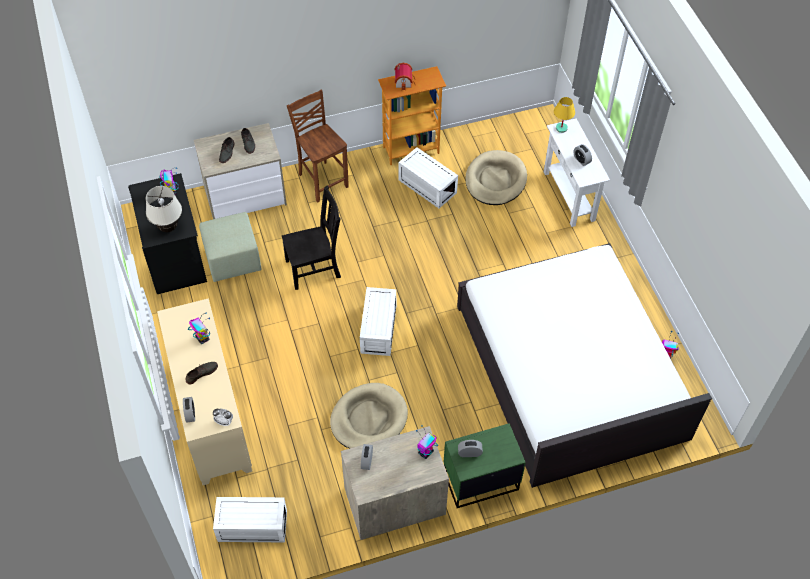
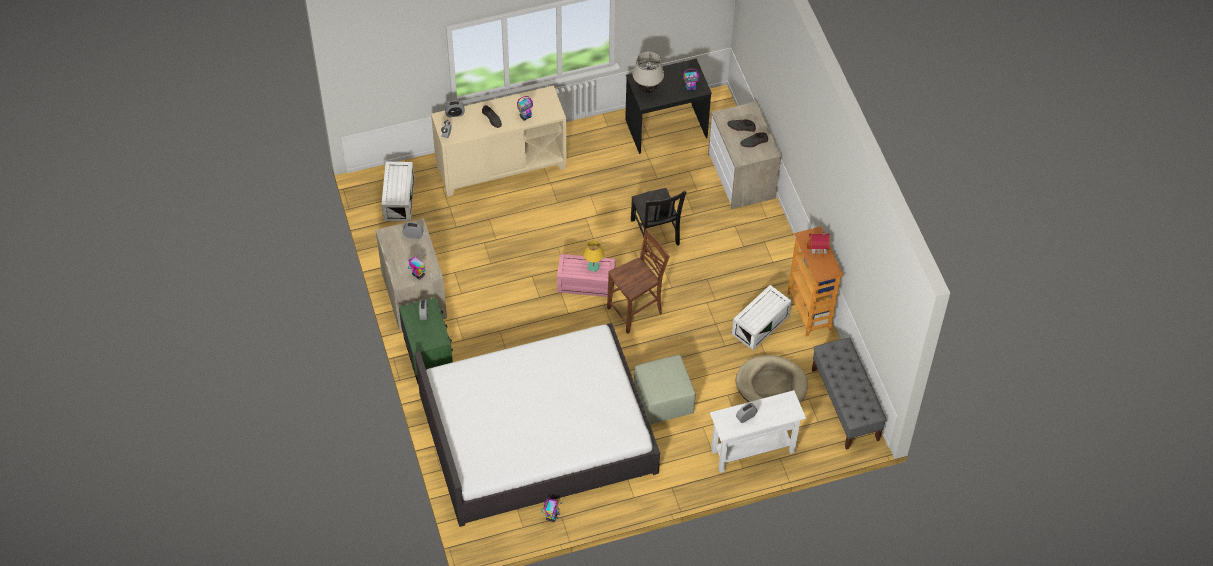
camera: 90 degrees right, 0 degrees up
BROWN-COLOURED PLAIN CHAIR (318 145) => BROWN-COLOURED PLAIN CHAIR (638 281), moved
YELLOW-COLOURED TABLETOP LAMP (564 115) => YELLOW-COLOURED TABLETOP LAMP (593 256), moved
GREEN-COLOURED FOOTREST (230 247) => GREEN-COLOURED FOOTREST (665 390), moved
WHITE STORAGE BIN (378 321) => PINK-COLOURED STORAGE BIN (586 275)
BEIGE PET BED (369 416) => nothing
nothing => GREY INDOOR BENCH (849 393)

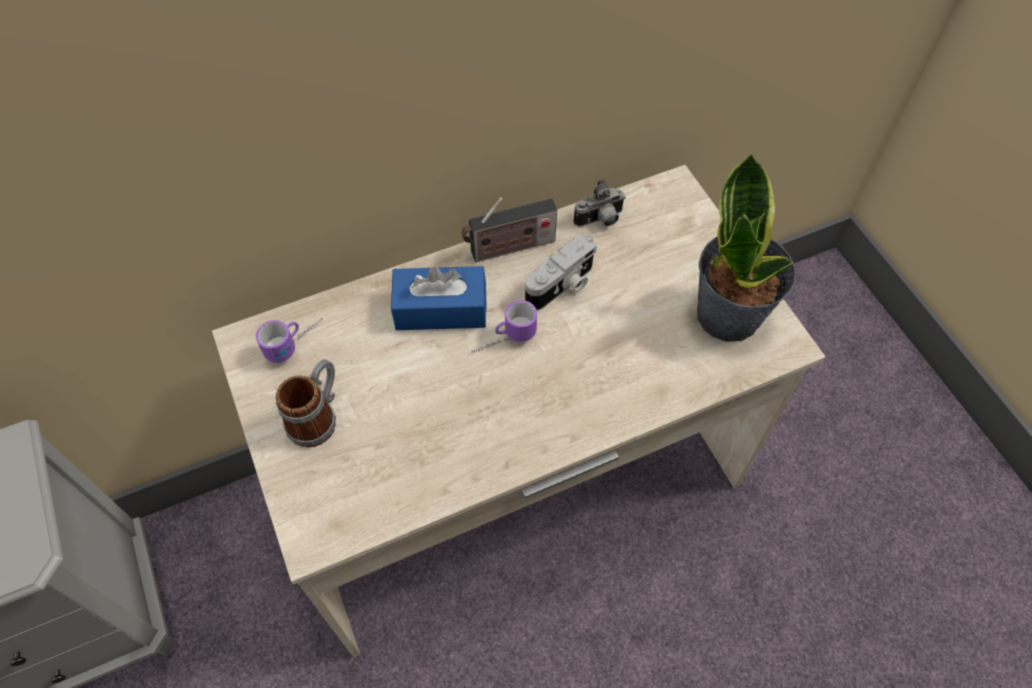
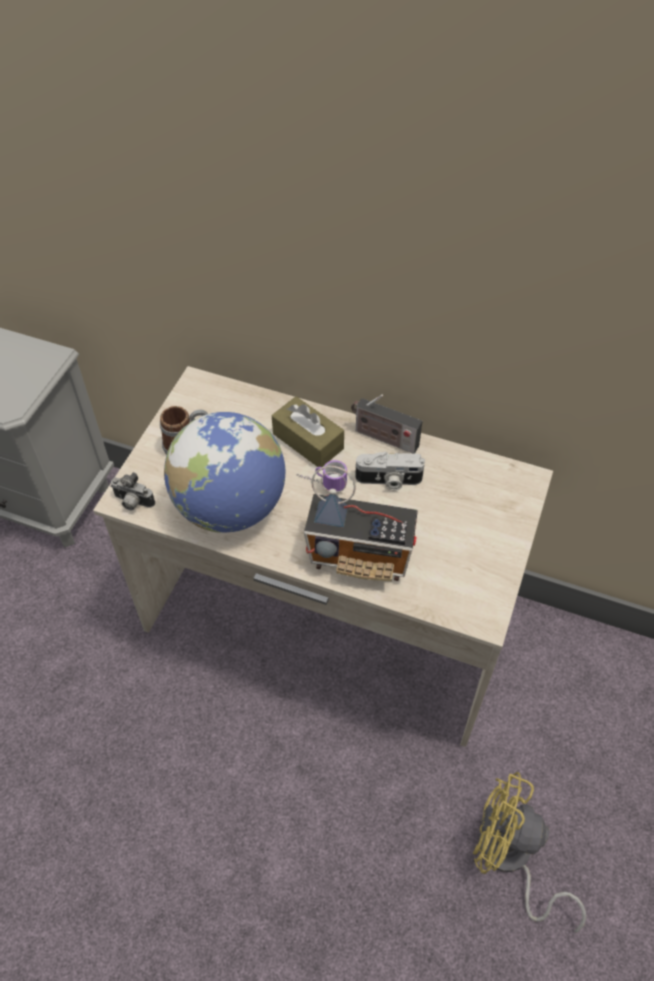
camera: 45 degrees right, 5 degrees down
HOUSEPLANT (746 247) => nothing
PHOTO CAMERA (599 203) => PHOTO CAMERA (132 491), moved
BLUISH TISSUE BOX (439 298) => BROWN-COLOURED TISSUE BOX (308 431)
COFFEE MUG (289 340) => nothing
nothing => WORLD GLOBE (224 472)
nothing => RADIO (361 523)
nothing => YELLOW-COLOURED FAN (529 852)

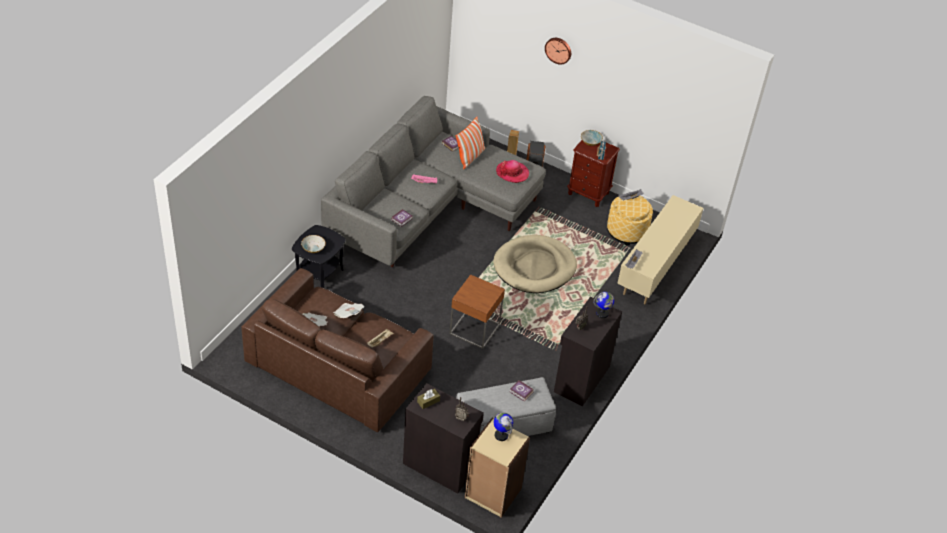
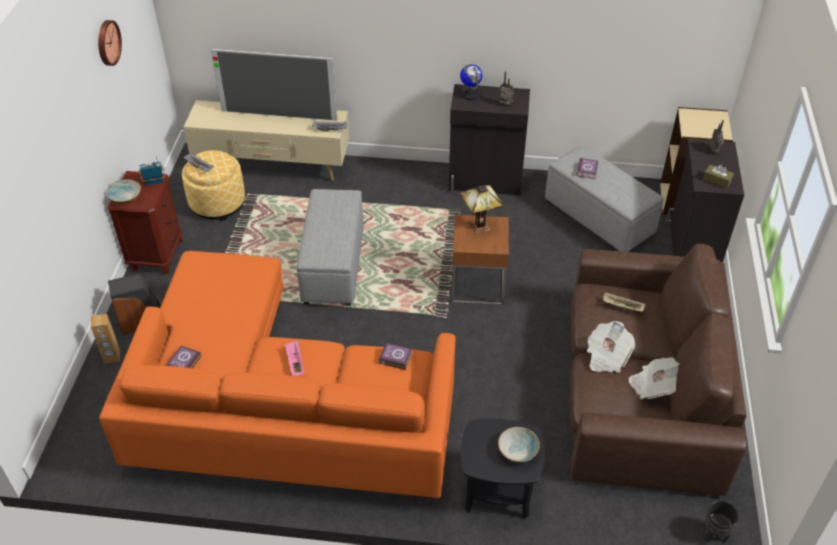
camera: 110 degrees left, 0 degrees up
CLOCK ON THE WALL (558 51) => CLOCK ON THE WALL (110 43), moved
GREY COUCH (433 181) => ORANGE COUCH (277 374)
PILLOW (470 143) => nothing
WEARABLE HAT (512 171) => nothing
BEIGE PET BED (535 264) => GREY FOOTREST (330 247)
WORLD GLOBE (503 427) => nothing
nothing => TV (274 85)
nothing => TABLETOP LAMP (481 209)
nothing => BLACK PLANTER (721 521)

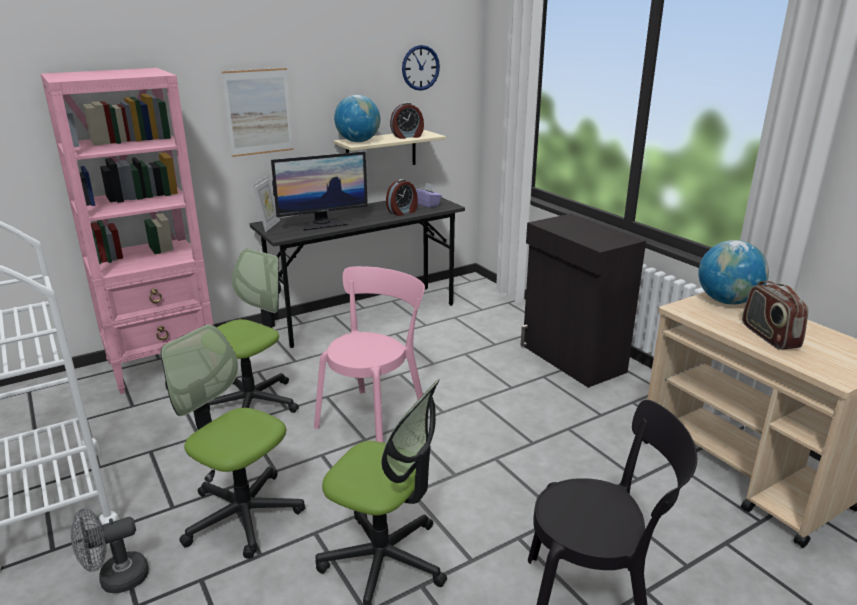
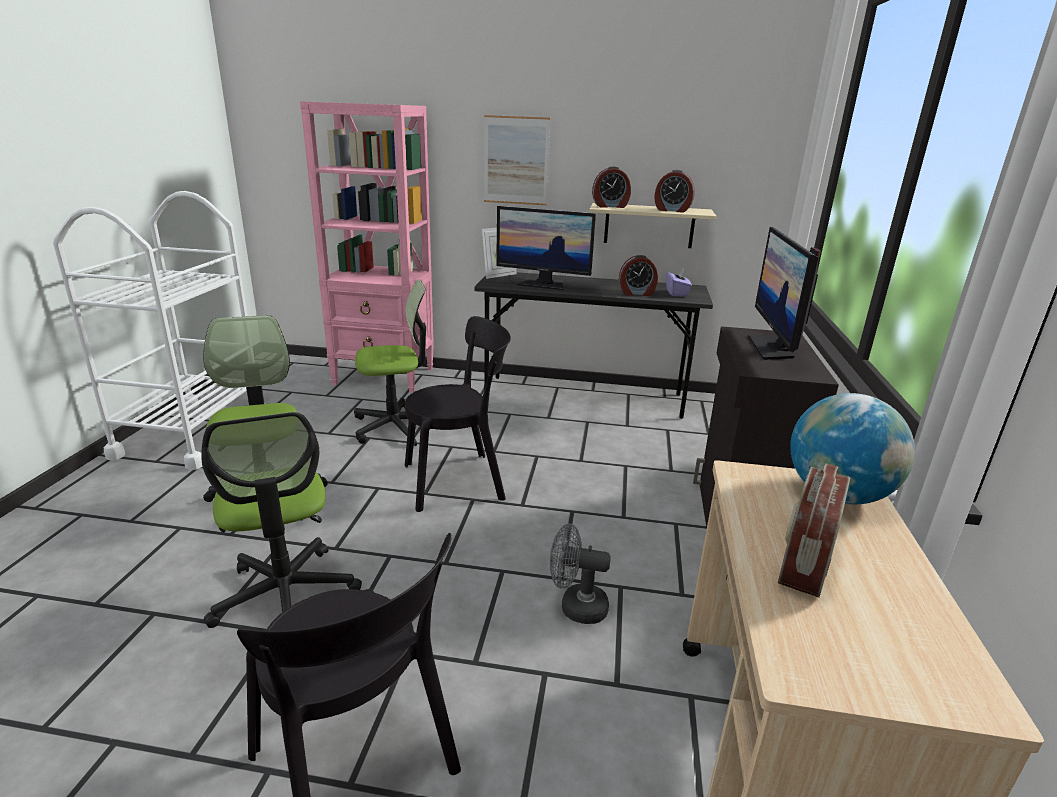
camera: 40 degrees right, 0 degrees up
CLOCK ON THE WALL (421 68) => nothing
WORLD GLOBE (357 118) => ALARM CLOCK (611 187)
PINK-COLOURED PLAIN CHAIR (369 354) => BLACK PLAIN CHAIR (458 414)
GREY FAN (110 550) => GREY FAN (580 574), moved
nothing => COMPUTER DISPLAY (784 293)

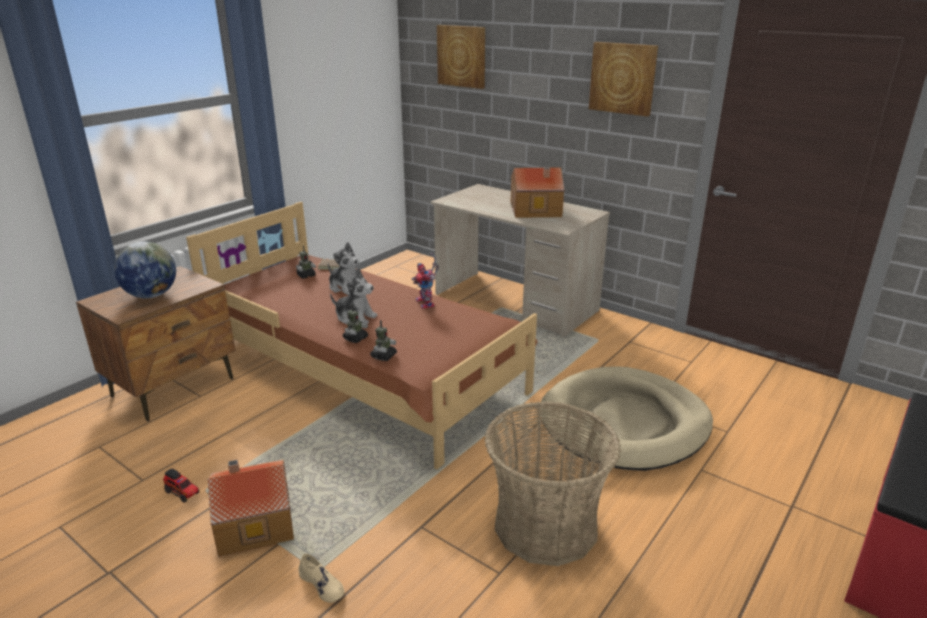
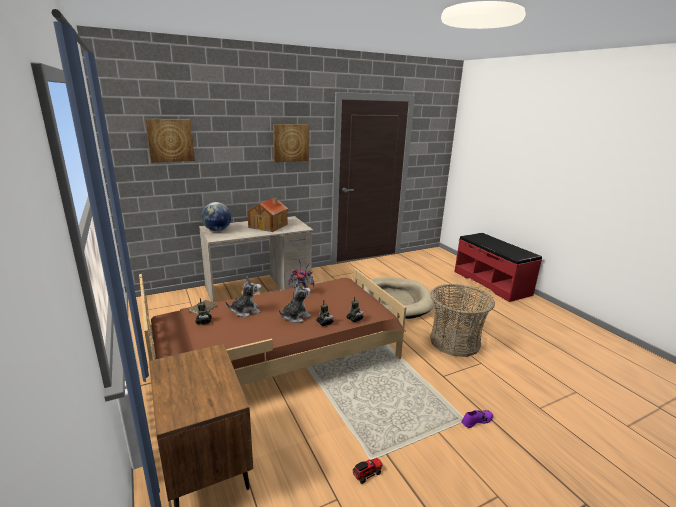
camera: 65 degrees left, 5 degrees down
WORLD GLOBE (145 269) => WORLD GLOBE (216 216), moved
MINIATURE HOUSE (251 508) => nothing
BEIGE ITEM OF FOOTWEAR (322 578) => PURPLE ITEM OF FOOTWEAR (477 419)

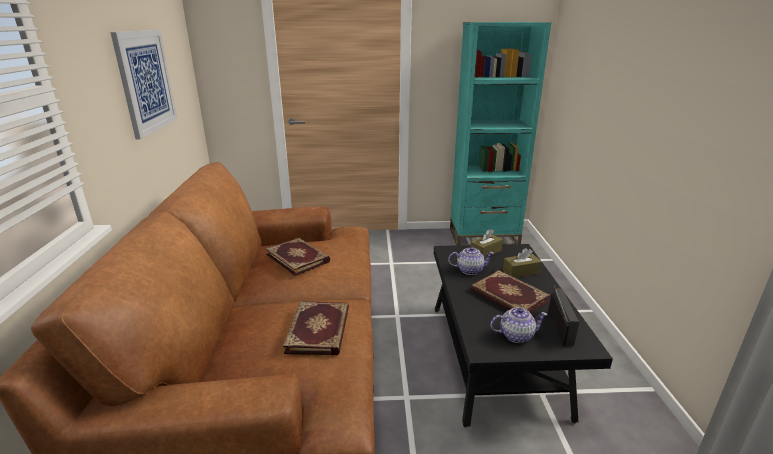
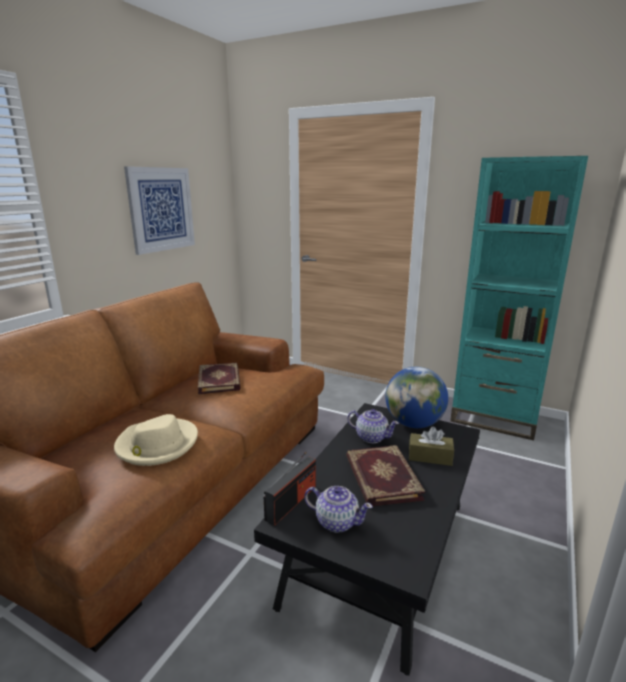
camera: 30 degrees right, 5 degrees down
BROWN-COLOURED TISSUE BOX (486 243) => WORLD GLOBE (416 397)
RADIO (563 315) => RADIO (290 489), moved
VOLUME (316 328) => BEIGE WEARABLE HAT (156 440)

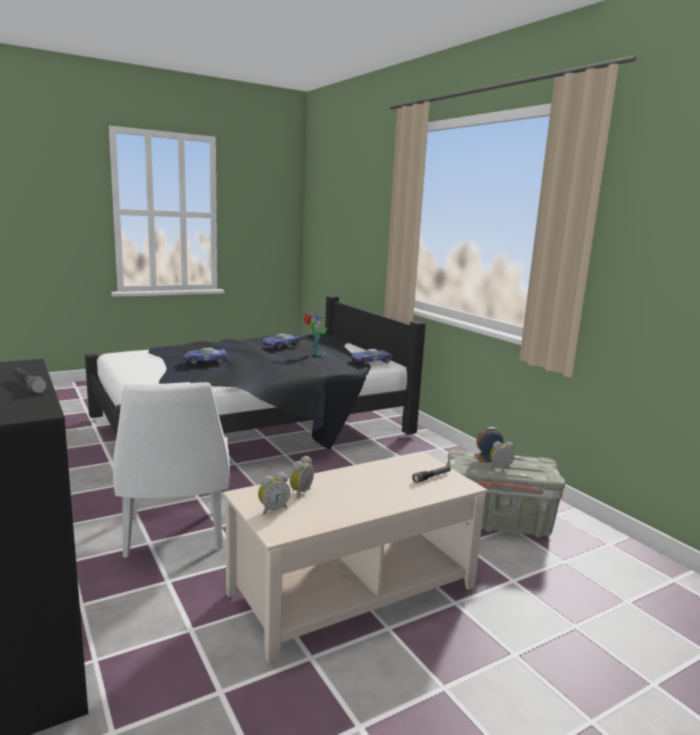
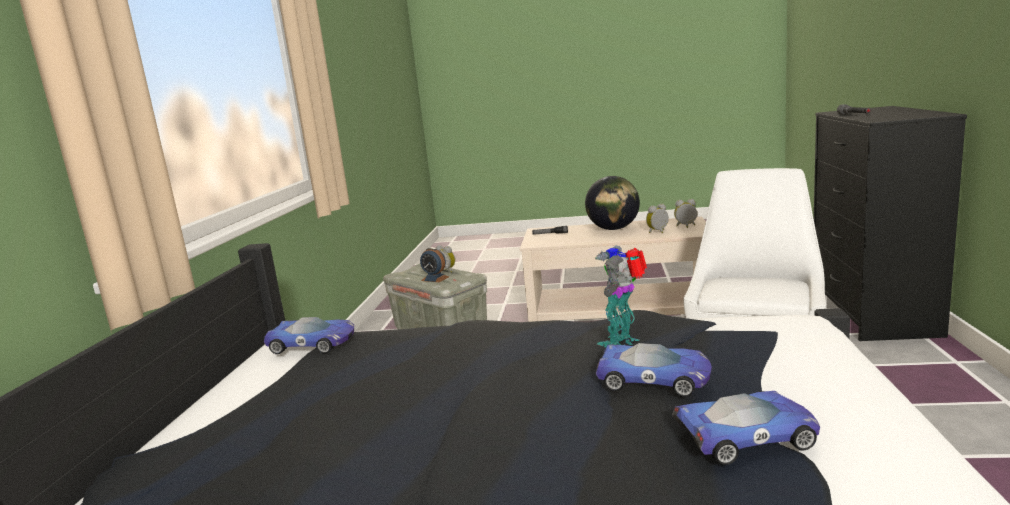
camera: 140 degrees left, 0 degrees up
TOY ROBOT (315 335) => TOY ROBOT (621 296), moved
MINIATURE CAR (281 341) => MINIATURE CAR (746 428), moved
nothing => WORLD GLOBE (612 203)

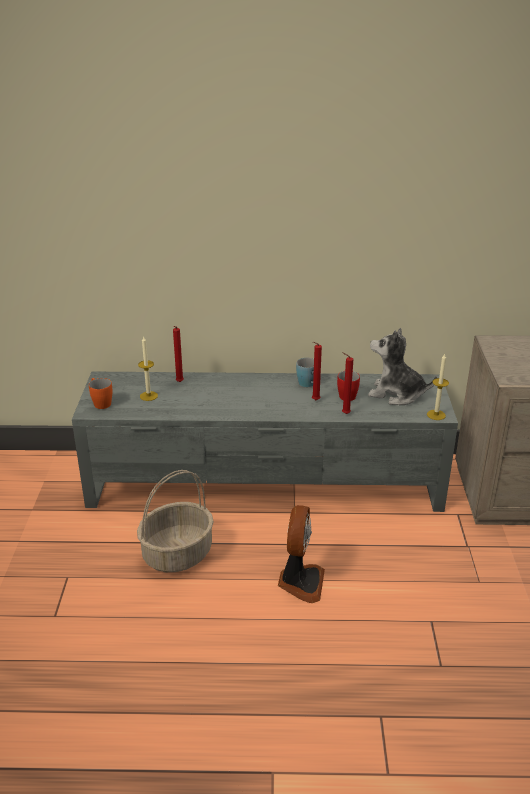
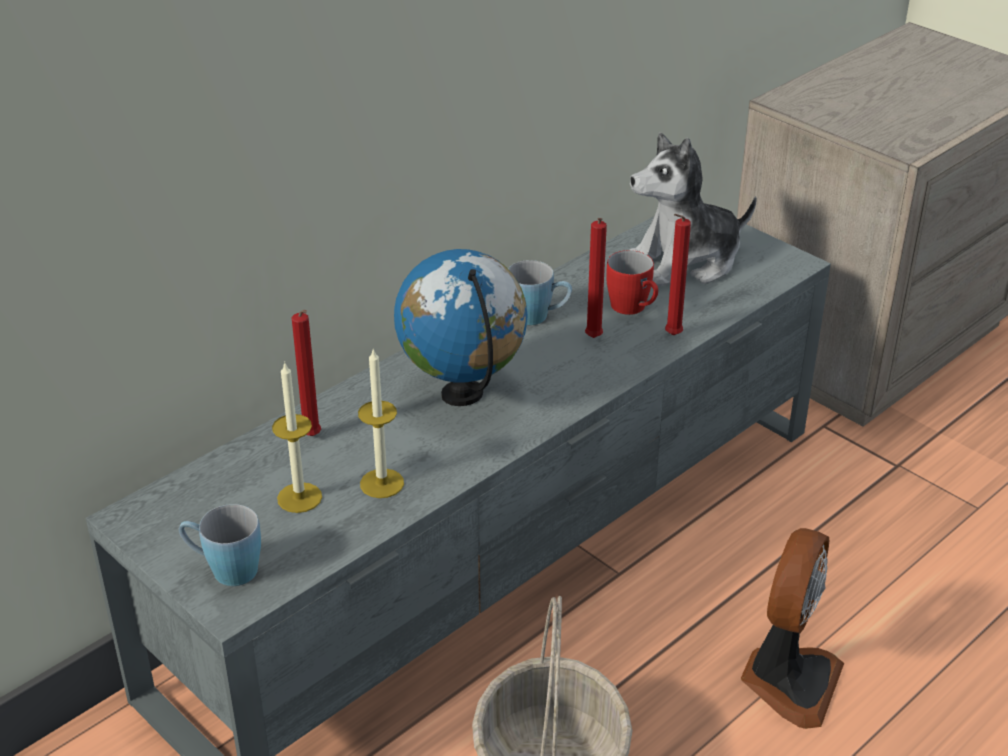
camera: 45 degrees left, 5 degrees up
WAX CANDLE (438 386) => WAX CANDLE (381 423), moved
ORANGE COFFEE MUG (100 393) => BLUISH COFFEE MUG (220 545)
FAN (301 554) => FAN (792 628), 60 degrees clockwise
nothing => WORLD GLOBE (461 327)

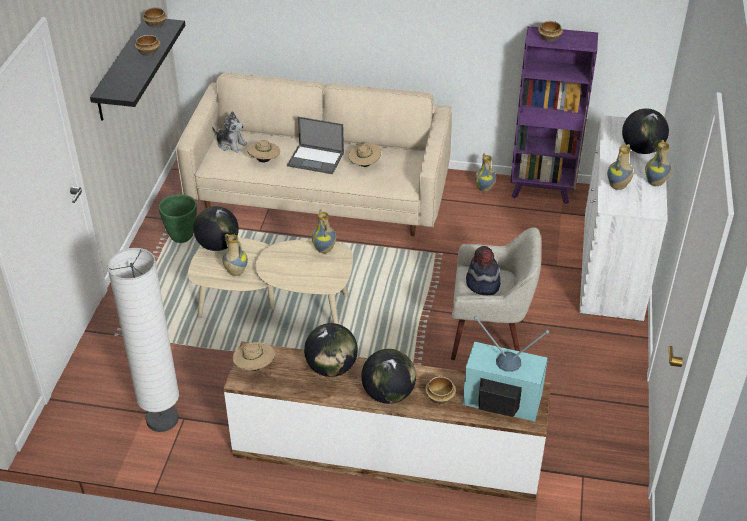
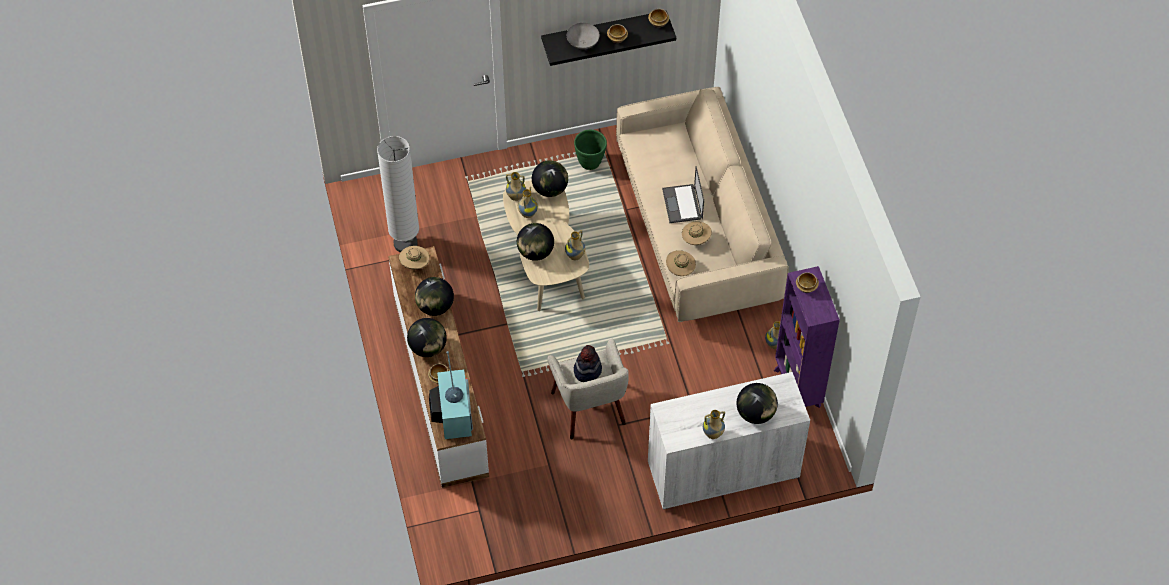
camera: 65 degrees right, 15 degrees up
PLUSH TOY (229 132) => nothing
BEIGE WEARABLE HAT (263 151) => BEIGE WEARABLE HAT (681 263), moved
FLOWER VASE (620 167) => FLOWER VASE (516 186), moved
nothing => GREY DEEP DISH (583 36)
nothing => WORLD GLOBE (535 242)

